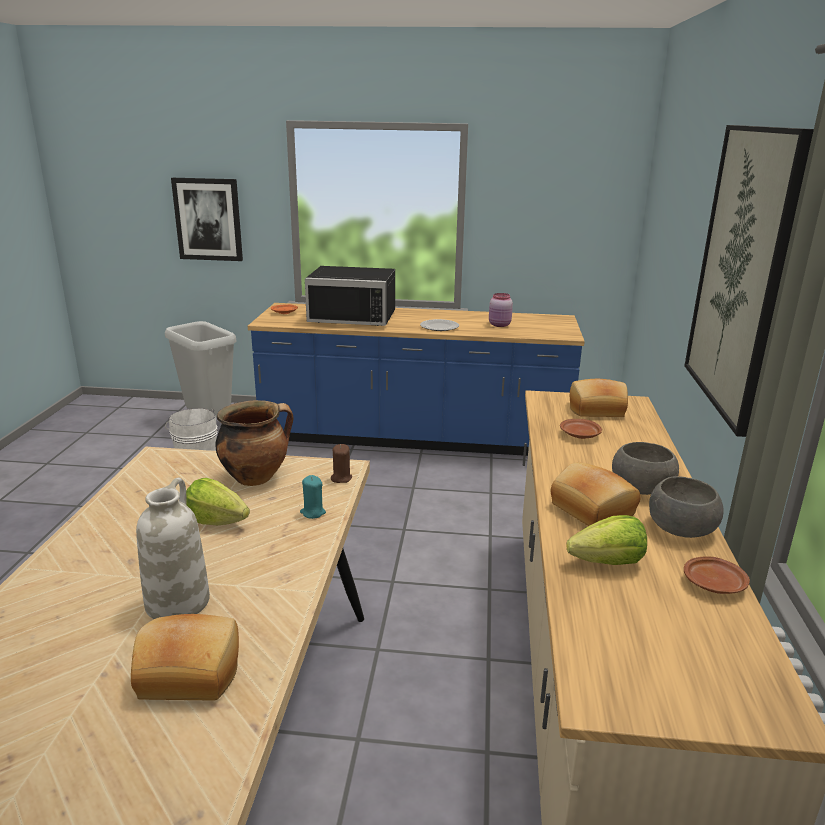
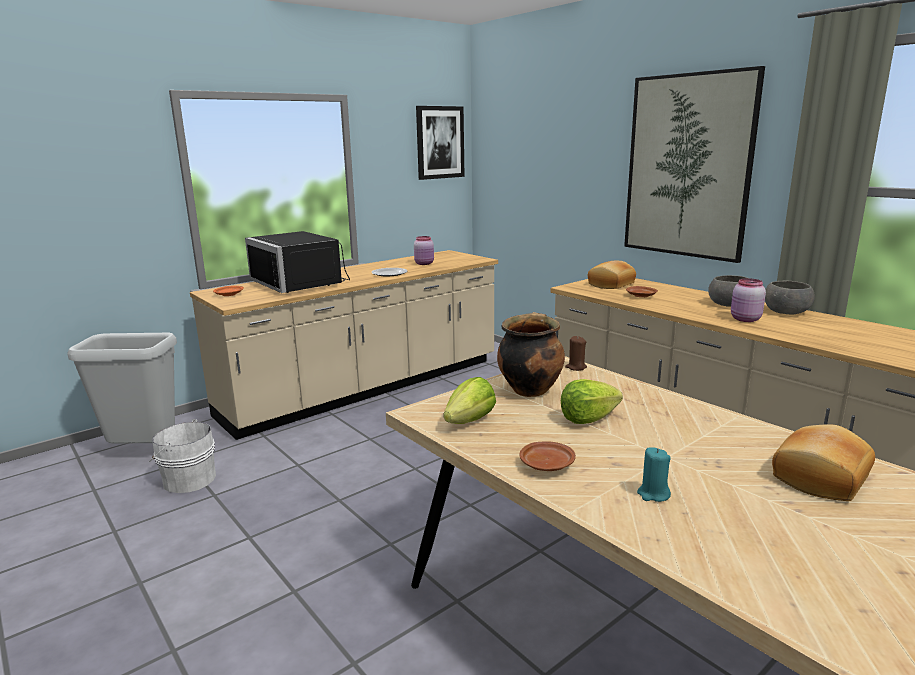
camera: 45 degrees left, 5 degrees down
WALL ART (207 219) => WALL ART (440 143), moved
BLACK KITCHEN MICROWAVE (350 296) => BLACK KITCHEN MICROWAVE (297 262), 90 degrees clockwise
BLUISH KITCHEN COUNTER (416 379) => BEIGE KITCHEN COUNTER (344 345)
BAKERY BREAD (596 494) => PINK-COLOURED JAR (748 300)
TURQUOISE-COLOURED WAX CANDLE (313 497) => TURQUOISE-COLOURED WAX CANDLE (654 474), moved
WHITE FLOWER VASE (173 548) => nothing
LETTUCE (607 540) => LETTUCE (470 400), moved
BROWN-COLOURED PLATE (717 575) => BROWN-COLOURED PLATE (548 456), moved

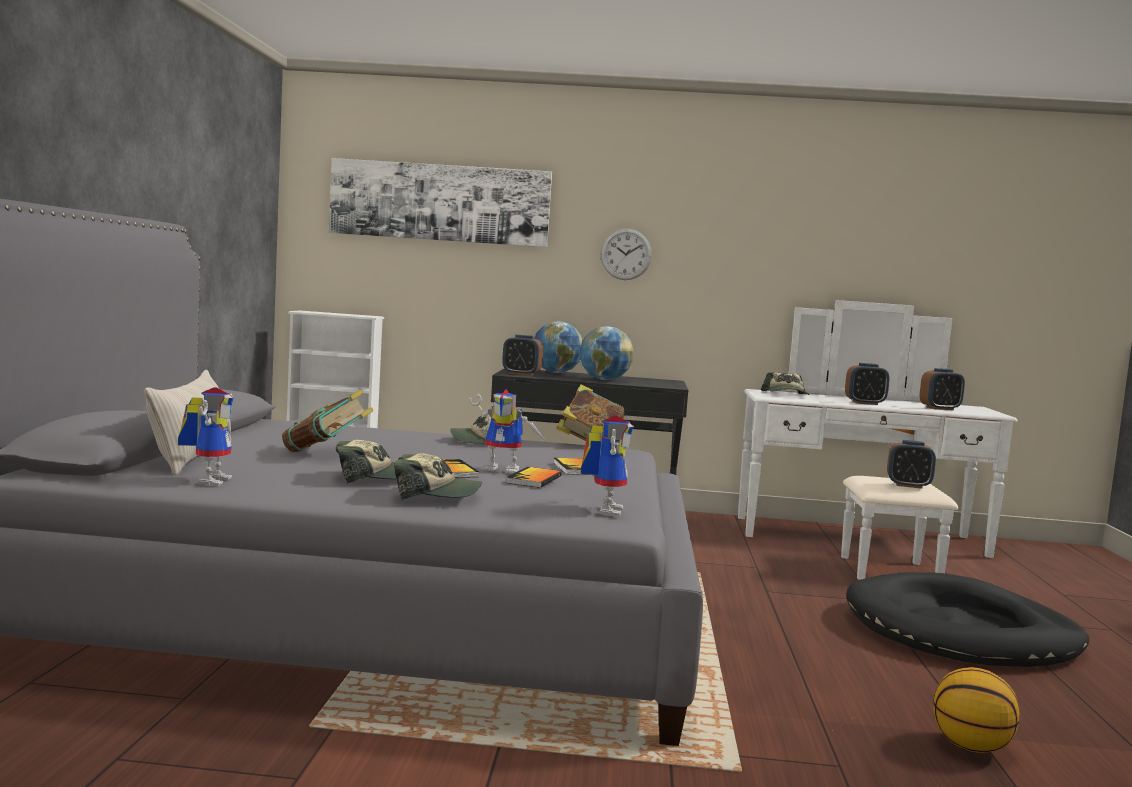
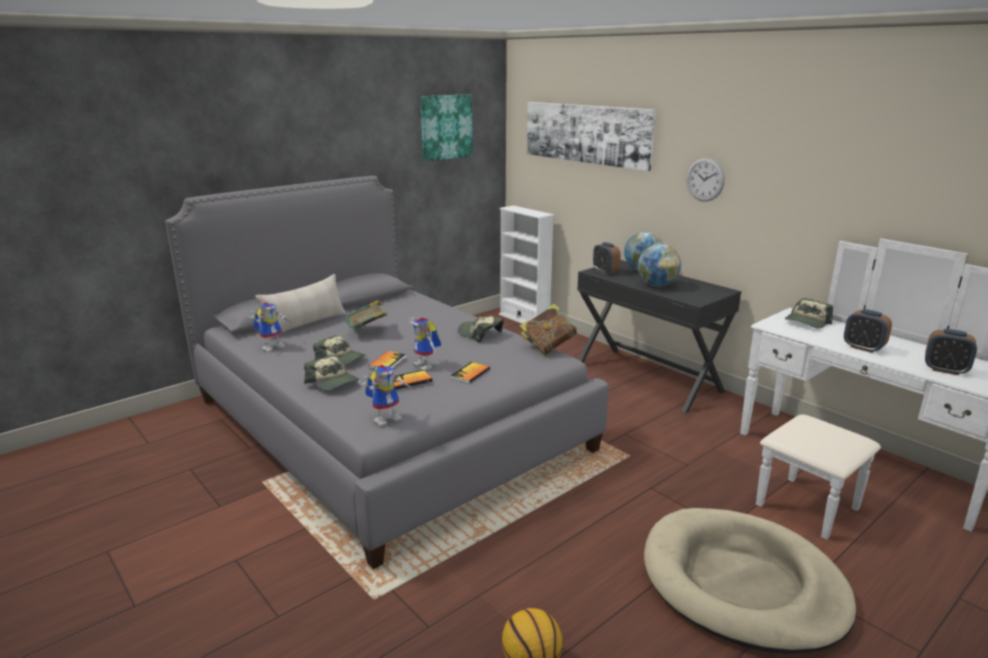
camera: 45 degrees right, 15 degrees up
ALARM CLOCK (911 464) => nothing
BLACK PET BED (967 619) => BEIGE PET BED (750 581)
nothing => WALL ART (446 127)

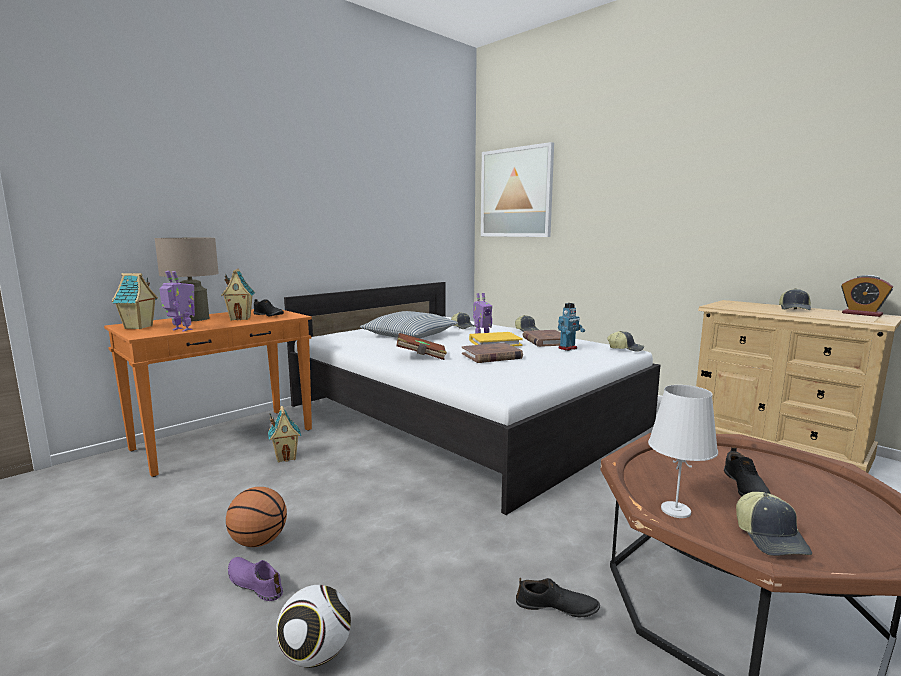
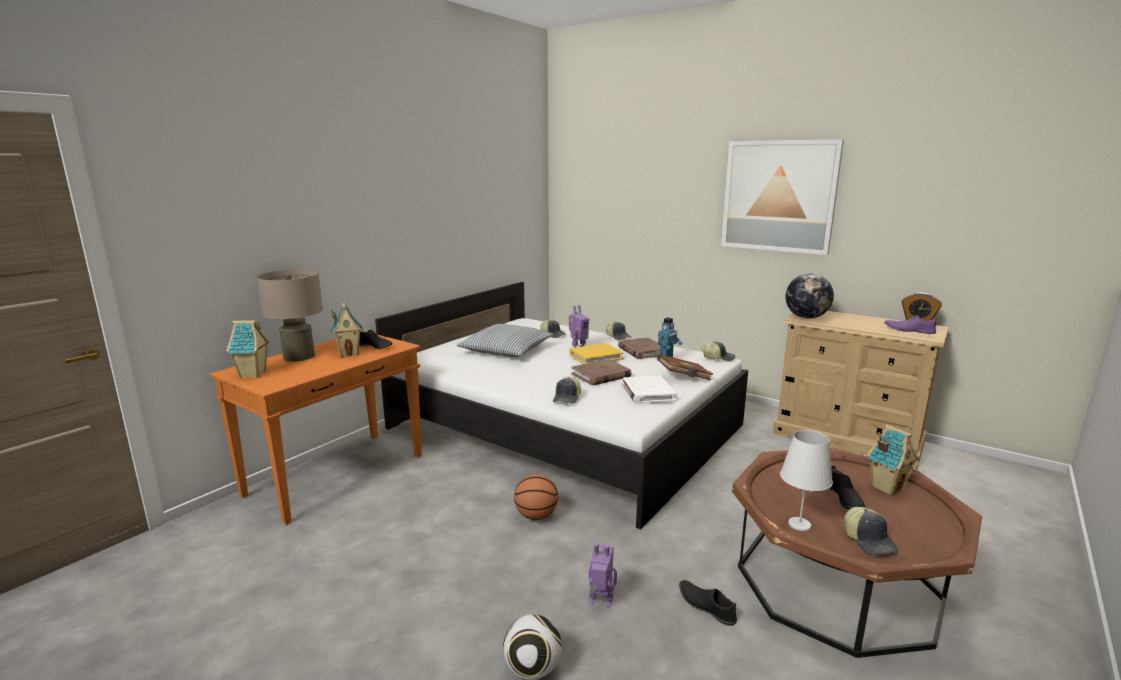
camera: 10 degrees left, 5 degrees up
WALL ART (517 189) => WALL ART (782 197), moved
TOY ROBOT (177 301) => TOY ROBOT (603 575), moved
BASEBALL CAP (795 299) => BASEBALL CAP (567 390), moved
BROWN-COLOURED VOLUME (422 346) => BROWN-COLOURED VOLUME (685 367), moved
MINIATURE HOUSE (284 434) => MINIATURE HOUSE (893 460), moved
BASKETBALL (256 517) => BASKETBALL (536 497), moved
PURPLE ITEM OF FOOTWEAR (255 579) => PURPLE ITEM OF FOOTWEAR (910 325), moved
BLACK ITEM OF FOOTWEAR (558 598) => BLACK ITEM OF FOOTWEAR (708 603), 135 degrees counterclockwise
nothing => WORLD GLOBE (810 296)
nothing => WHITE VOLUME (649 389)

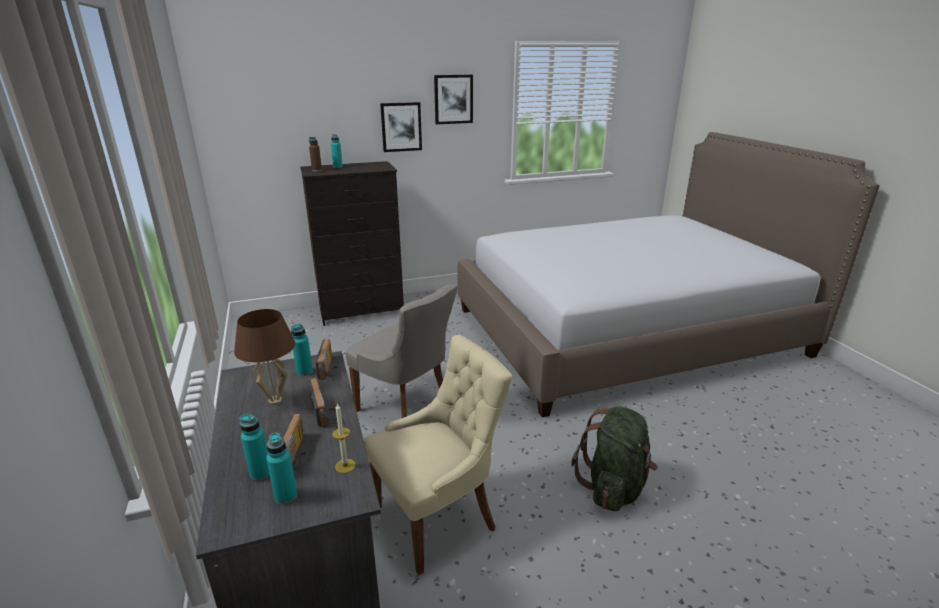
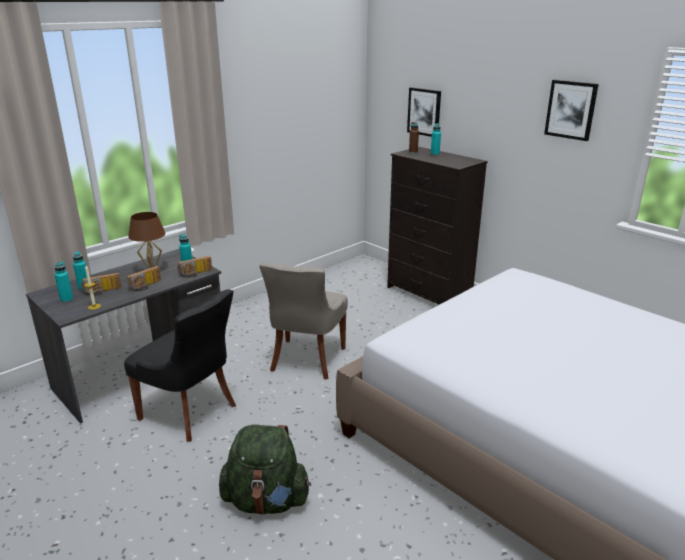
camera: 65 degrees right, 0 degrees up
WALL ART (401 127) => WALL ART (424 112), moved
BEIGE PLAIN CHAIR (438 454) => BLACK PLAIN CHAIR (180 365)

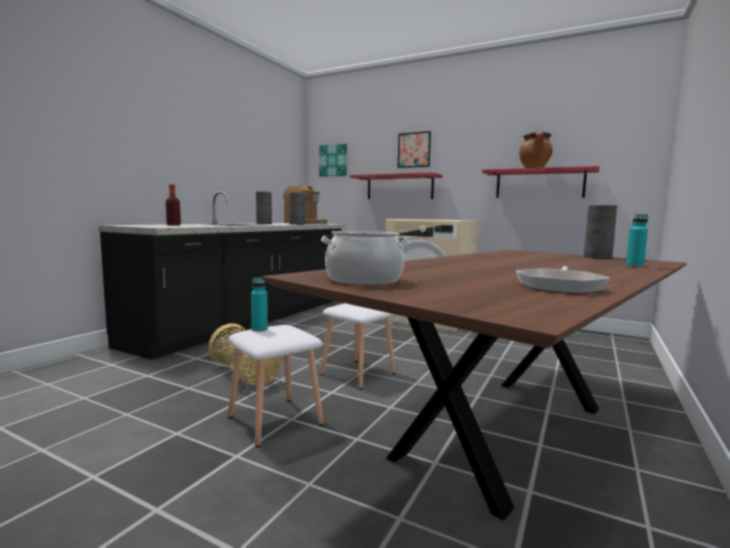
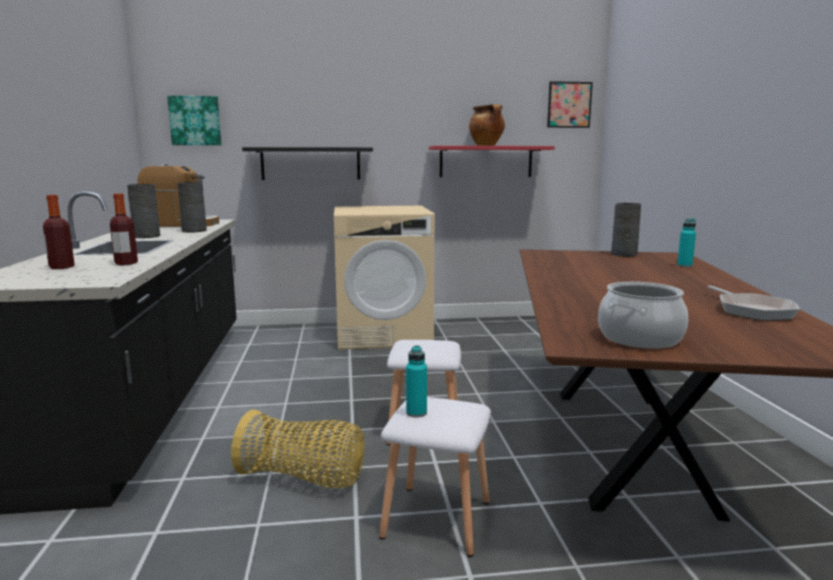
camera: 35 degrees left, 5 degrees up
WALL ART (414 149) => WALL ART (570 104), moved
RED-COLOURED BRACKET SHELF (396 186) => BLACK BRACKET SHELF (307 163)
nothing => BOTTLE (124 229)

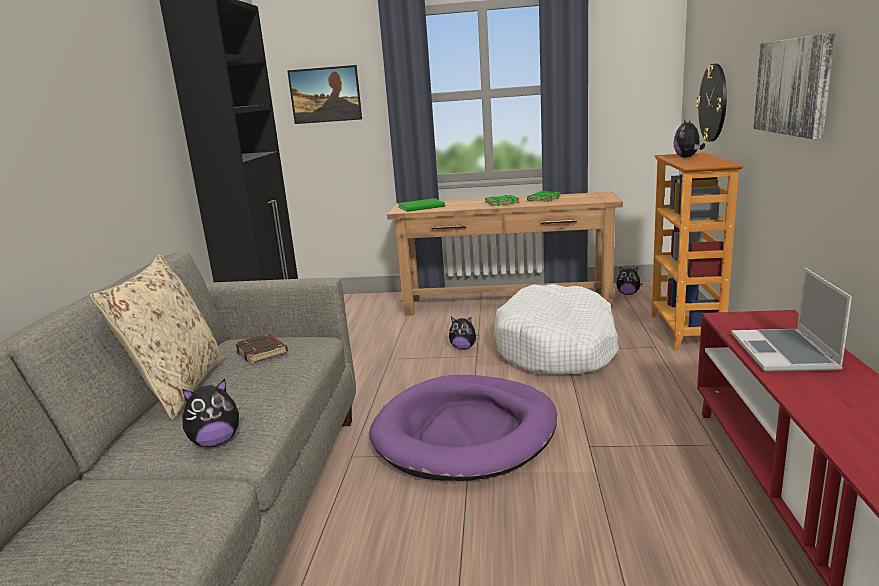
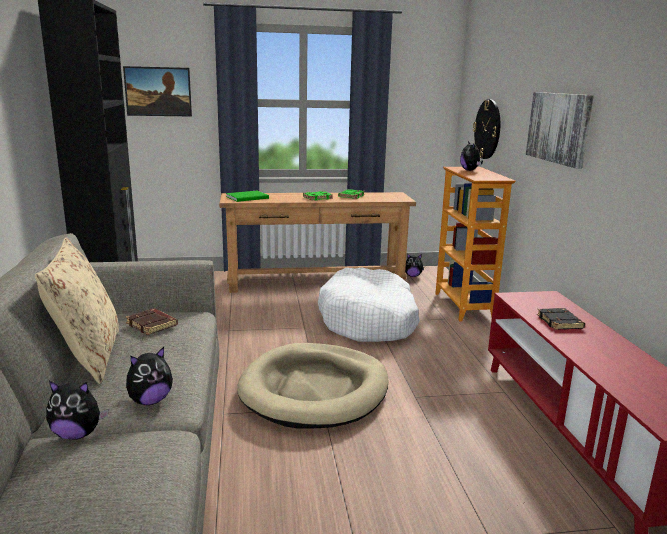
camera: 15 degrees left, 0 degrees up
PORTABLE COMPUTER (791 320) => BLACK VOLUME (561 319)
PLUSH TOY (464 333) => PLUSH TOY (77 410), moved
PURPLE PET BED (463 428) => BEIGE PET BED (312 386)

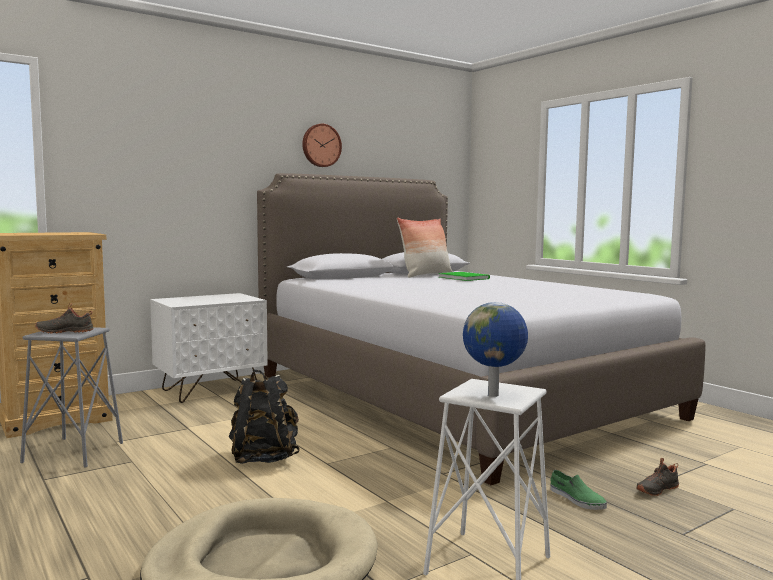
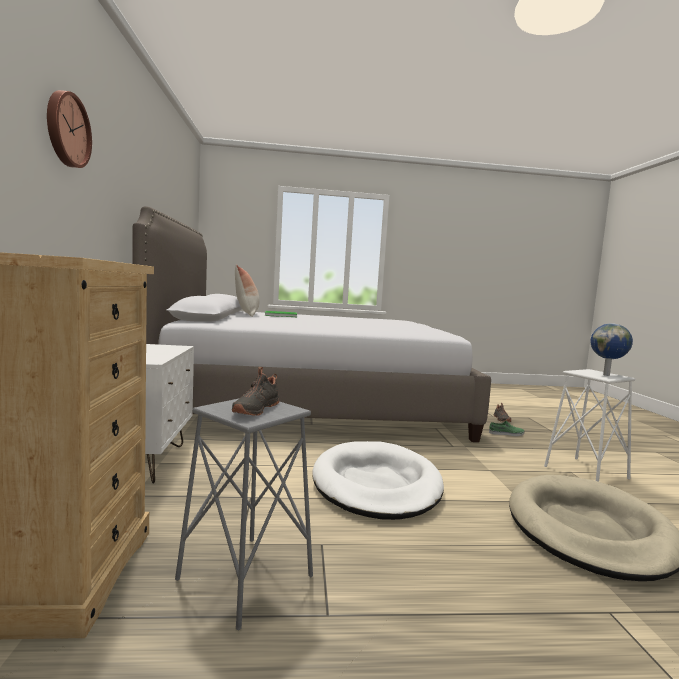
camera: 60 degrees left, 0 degrees up
CLOCK ON THE WALL (322 145) => CLOCK ON THE WALL (69 129), moved
BLACK KNAPSACK (264 417) => WHITE PET BED (378 480)

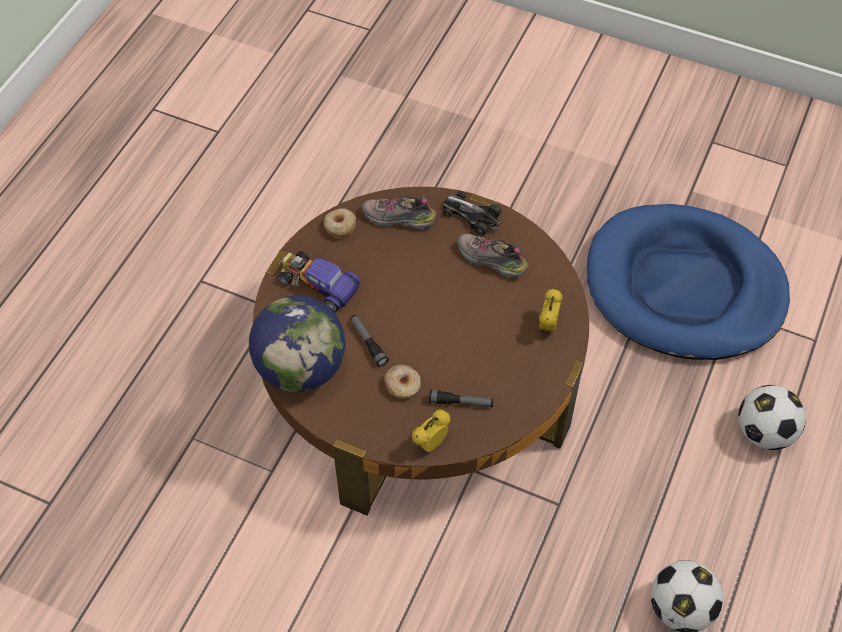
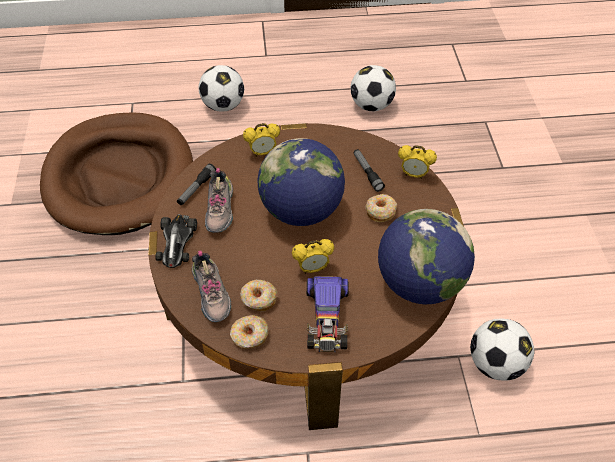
camera: 120 degrees left, 5 degrees down
BLUISH PET BED (688 282) => BROWN-COLOURED PET BED (116 173)
TORCH (369 341) => TORCH (196 184), moved
nothing => WORLD GLOBE (301 182)
nothing => ALARM CLOCK (313 256)
nothing => DONUT (258 295)
nothing => FOOTBALL BALL (502 349)

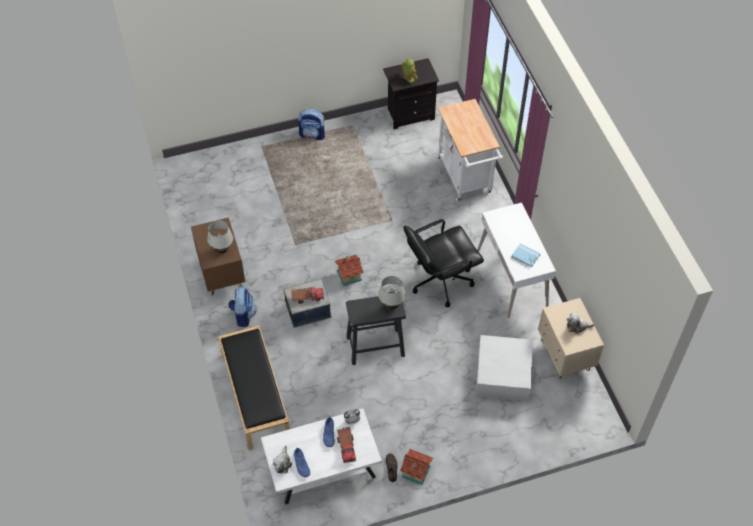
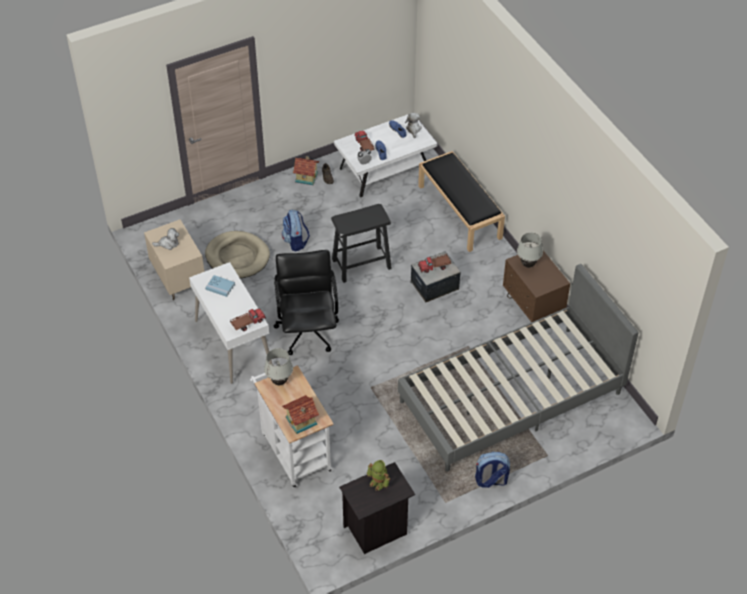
camera: 170 degrees right, 5 degrees down
BLACK OFFICE CHAIR (444 263) => BLACK OFFICE CHAIR (306 302), 60 degrees counterclockwise
MINIATURE HOUSE (349 270) => MINIATURE HOUSE (300 414), moved
WHITE TABLETOP LAMP (392 292) => WHITE TABLETOP LAMP (278 366), moved
KNAPSACK (243 307) => KNAPSACK (296 230), moved
WHITE STORAGE BIN (504 368) => BEIGE PET BED (237 254)
nothing => GREY SLEEPING BED (518 368)
nothing => TOY TRUCK (248 319)

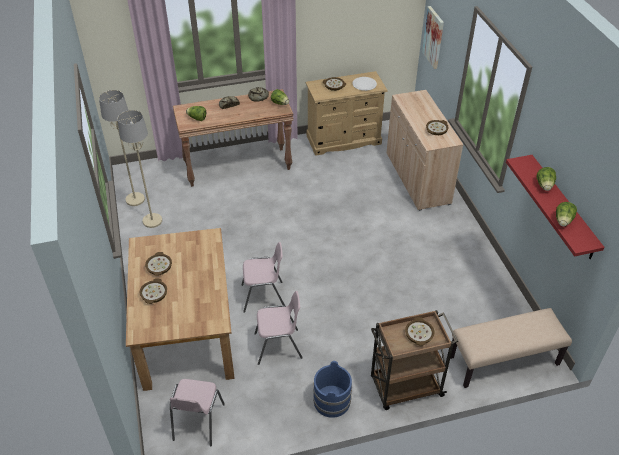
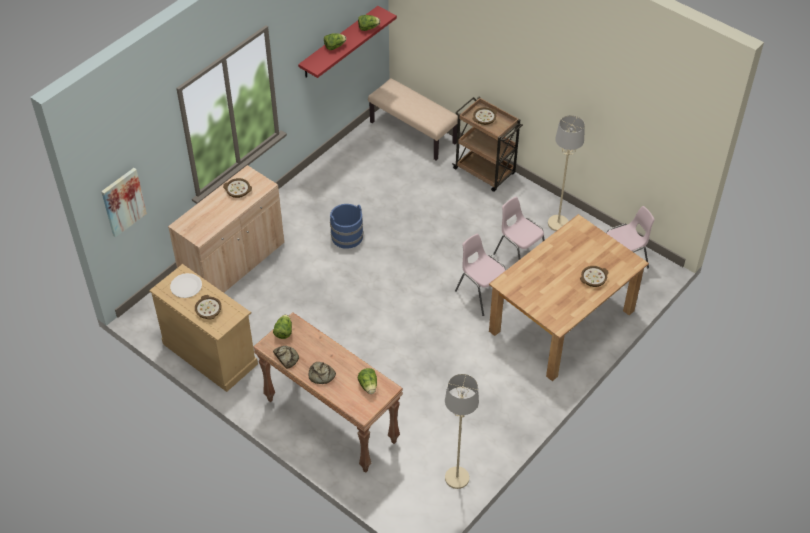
camera: 125 degrees left, 5 degrees up
BEIGE FLOOR LAMP (140 169) => BEIGE FLOOR LAMP (566 173), moved
DEEP DISH (158 264) => nothing
BLUISH WATER BUCKET (332 389) => BLUISH WATER BUCKET (346 226), moved

